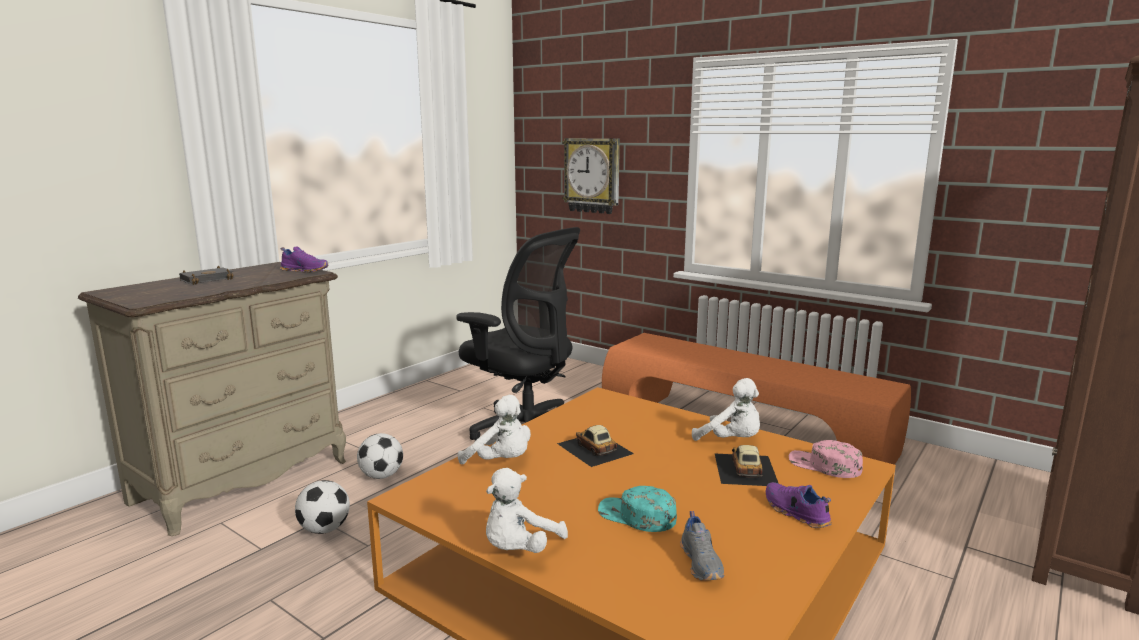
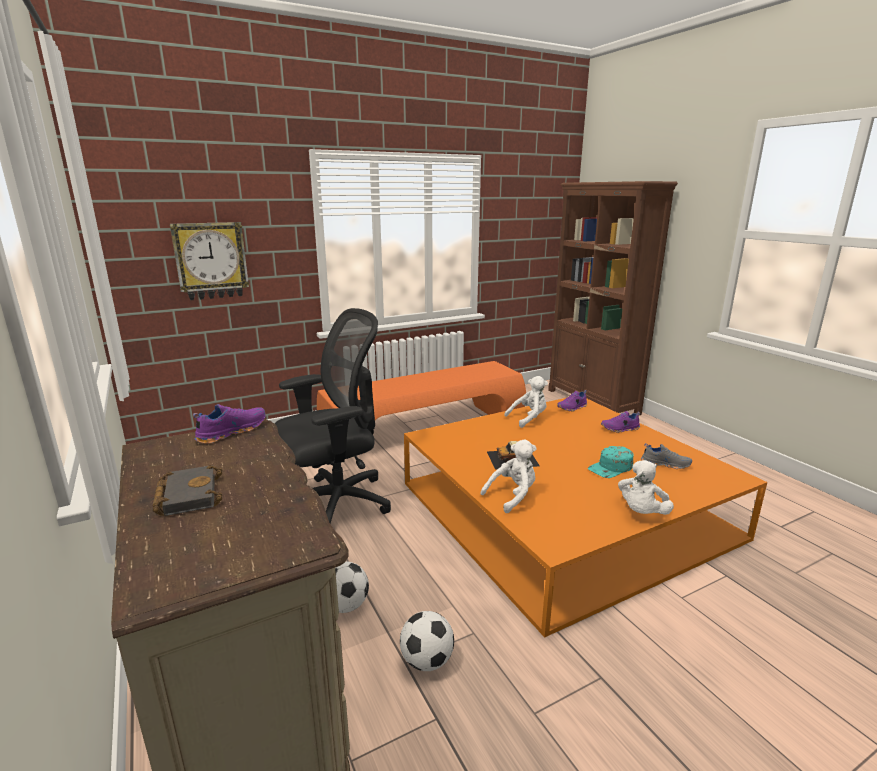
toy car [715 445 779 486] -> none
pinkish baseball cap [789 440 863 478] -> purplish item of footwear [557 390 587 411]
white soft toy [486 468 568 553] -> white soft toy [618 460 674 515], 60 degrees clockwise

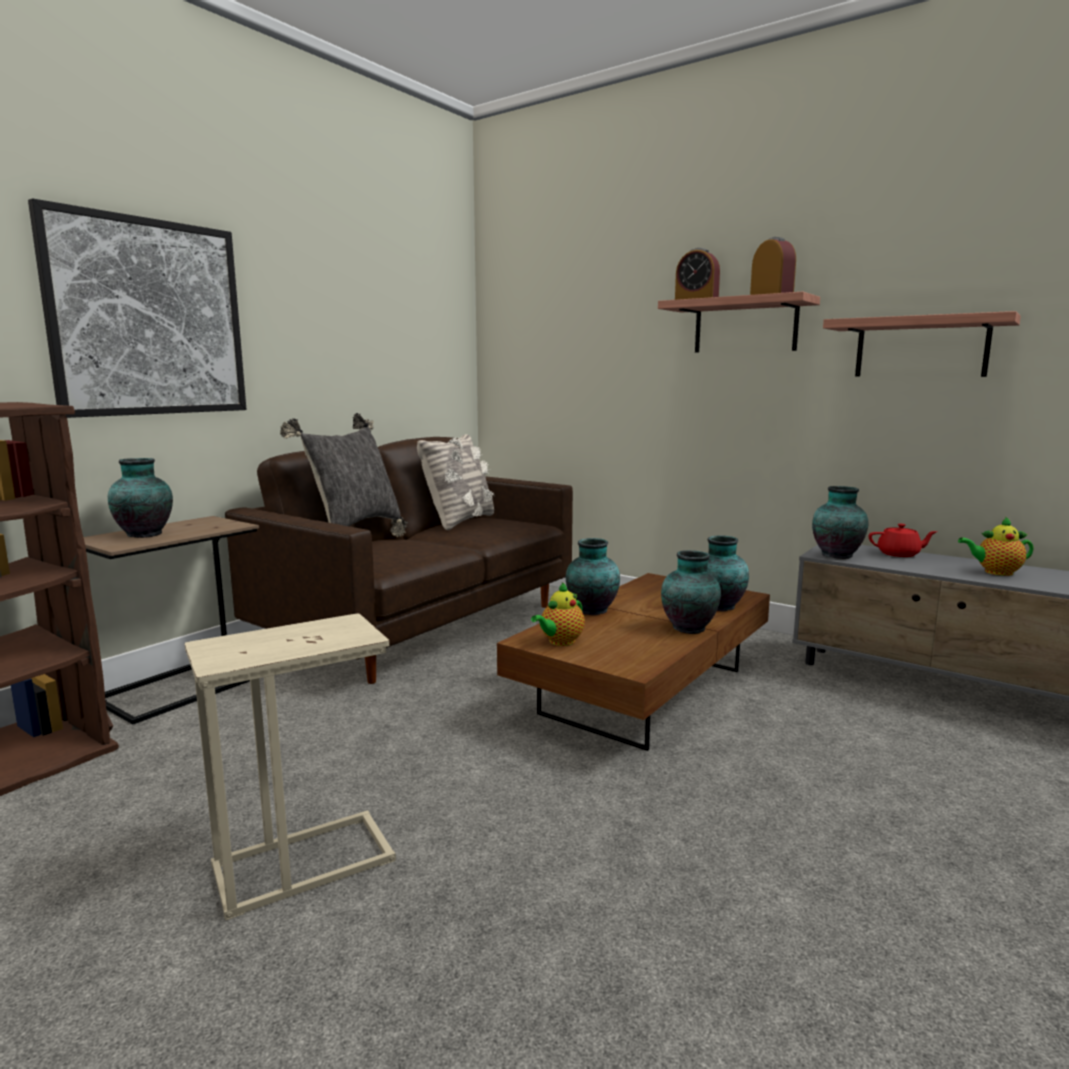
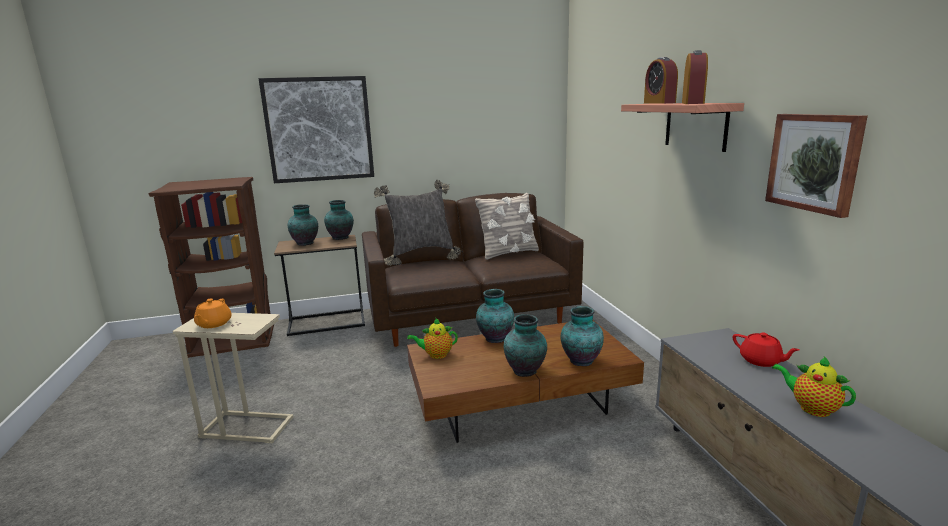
none -> orange-coloured tea pot [194 299 232 328]
vase [812 486 868 559] -> vase [324 200 354 240], moved
bracket shelf [823 311 1021 377] -> wall picture [765 114 868 218]

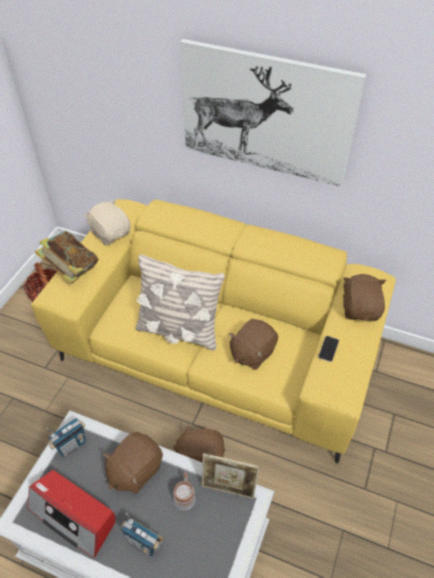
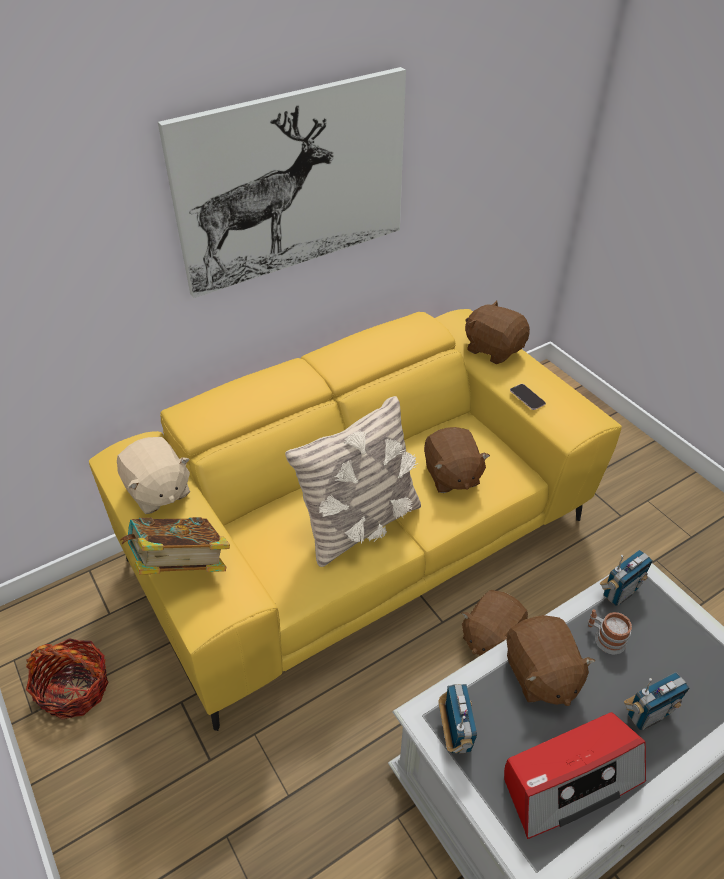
picture frame [202 453 260 499] -> radio set [600 550 653 606]
beige soft toy [84 199 131 245] -> beige soft toy [117 437 190 514], 120 degrees counterclockwise

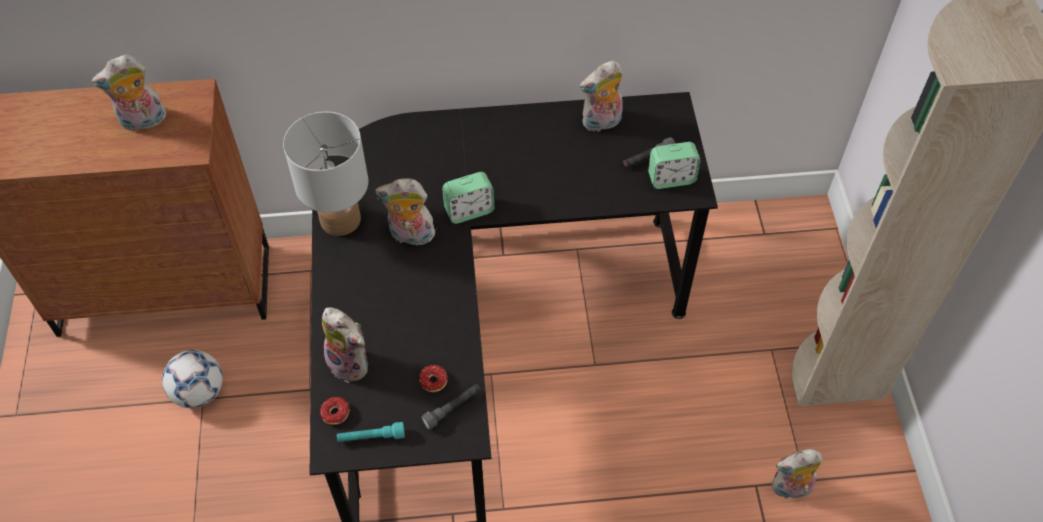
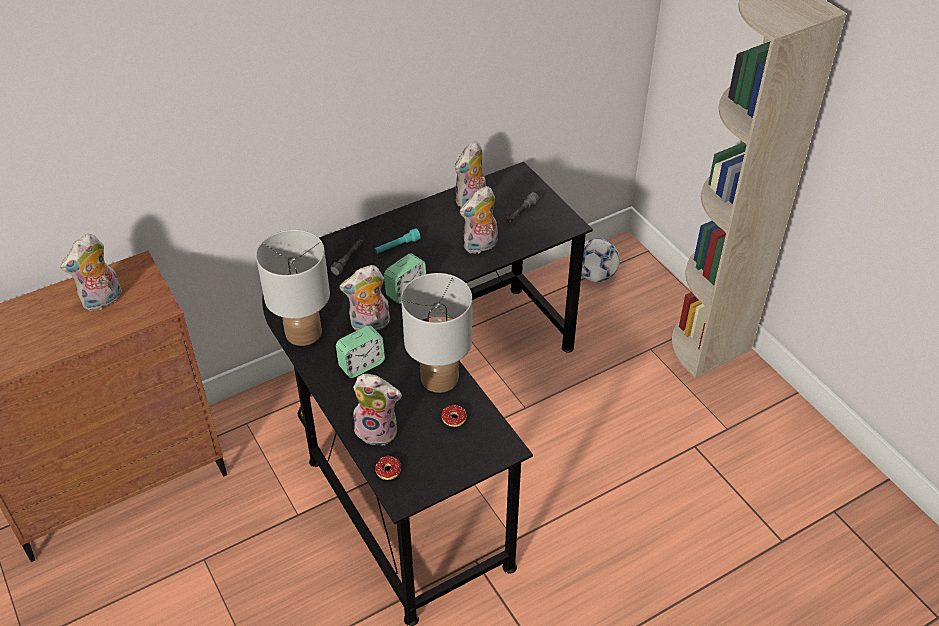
none -> greyish lamp for a table [401 273 472 393]
football ball [162 350 223 408] -> football ball [581 238 620 282], moved
turquoise-coloured flashlight [337 422 405 442] -> turquoise-coloured flashlight [374 228 421 254], moved
greyish flashlight [421 384 481 430] -> greyish flashlight [330 239 363 276], moved
bedside clock [648 142 701 189] -> bedside clock [336 325 385 378], moved
soft toy [772 449 823 499] -> soft toy [460 186 498 254], moved

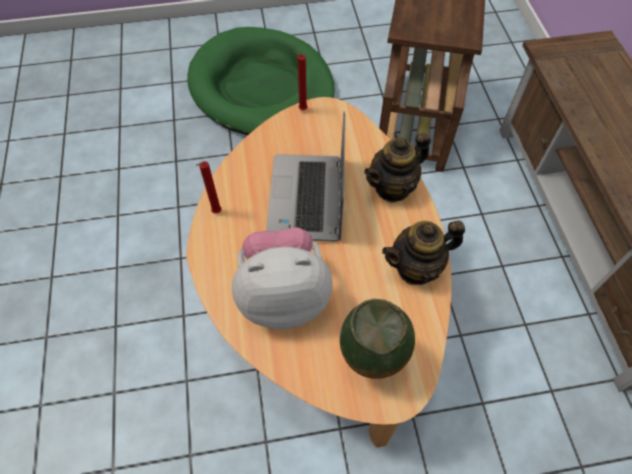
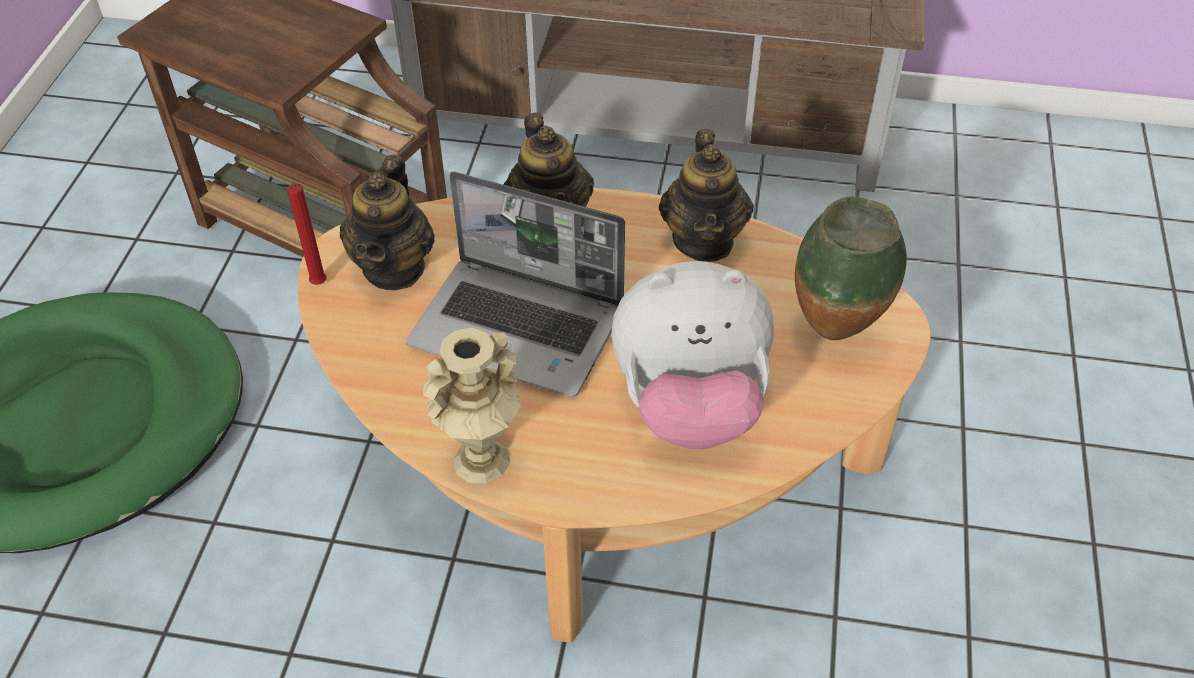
none -> tea pot [340 155 435 290]
red-coloured candle [196 161 222 214] -> beige vase [423 328 521 484]
soft toy [232 227 333 330] -> soft toy [611 261 774 449], 105 degrees counterclockwise

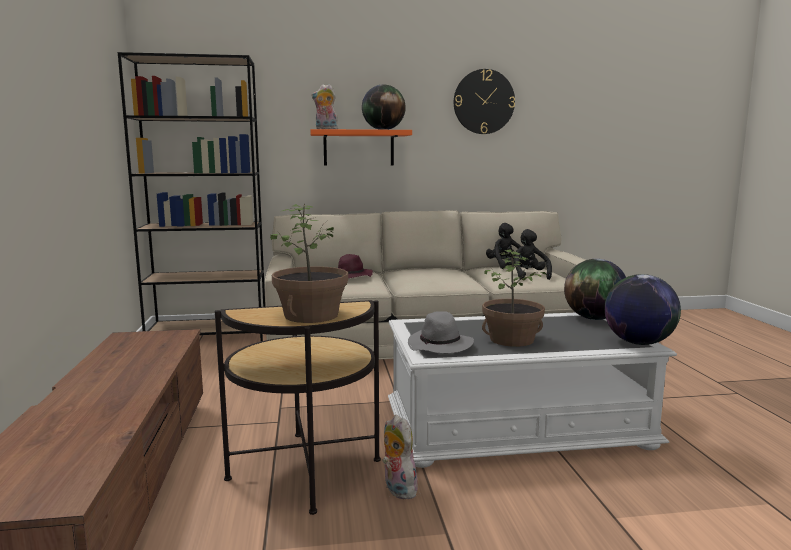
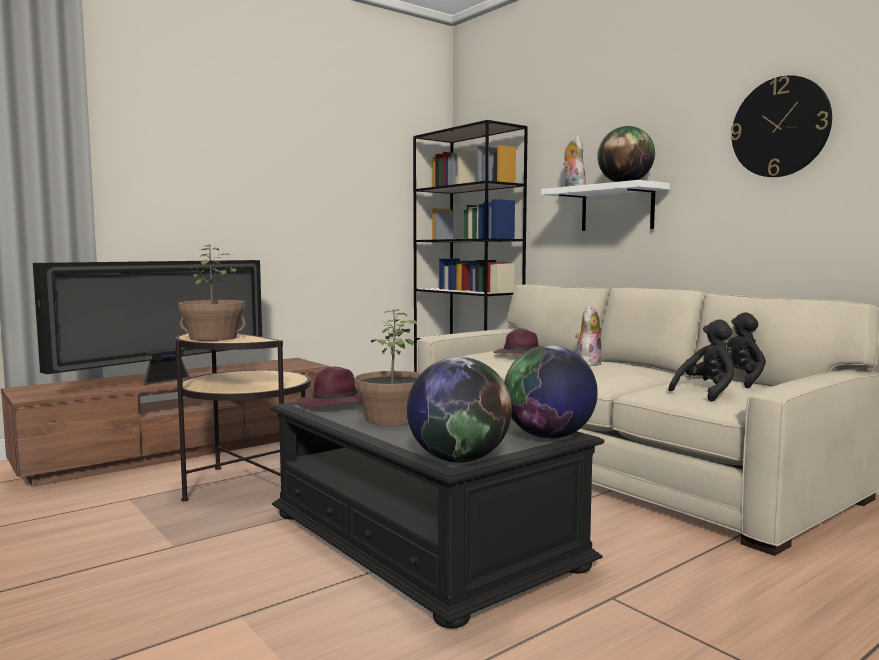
none -> TV [33 260 262 385]
soft toy [382 415 418 499] -> soft toy [575 305 602 366], moved
orange-coloured bracket shelf [310 129 412 166] -> white bracket shelf [541 180 670 231]
white lounge table [388 313 677 468] -> blackish lounge table [270 402 604 628]
greyish clothing hat [408 311 474 353] -> purplish clothing hat [298 367 362 407]

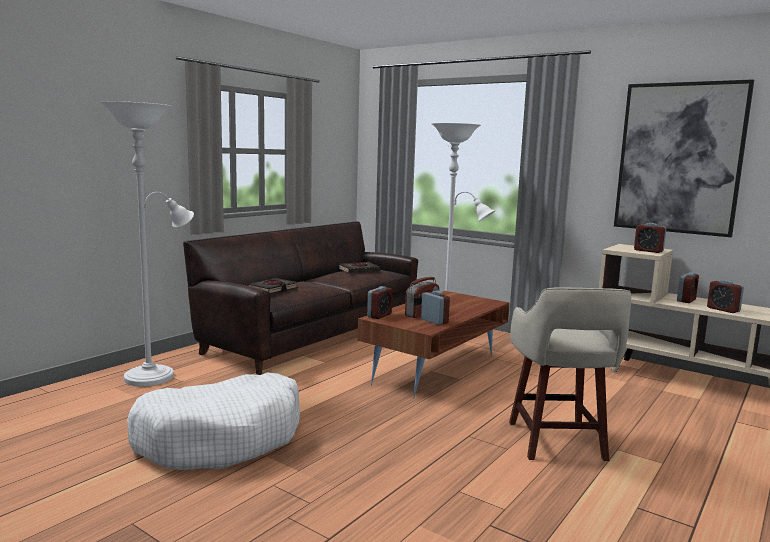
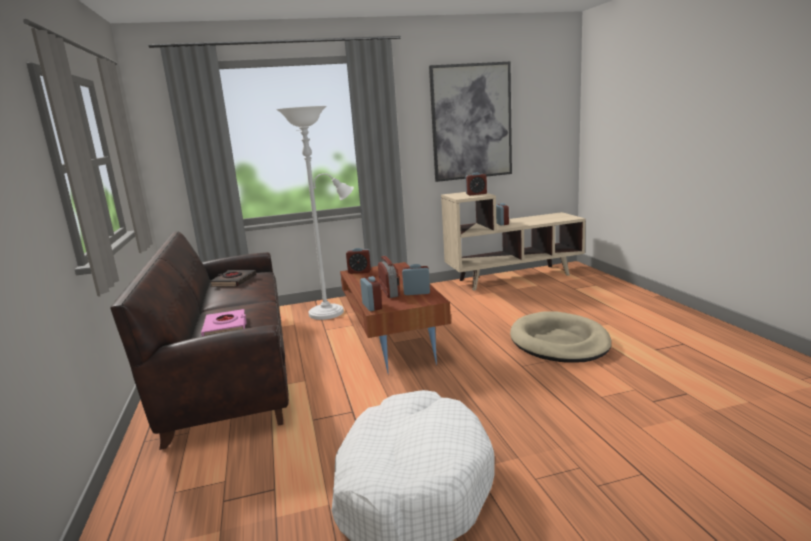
white standing lamp [101 101 194 387] -> none
bedside clock [707 280 744 313] -> bedside clock [346 248 371 274], moved
beige sitting stool [509 288 631 461] -> beige pet bed [510 311 612 363]
blackish bound book [247 278 298 294] -> pinkish bound book [201 309 247 336]

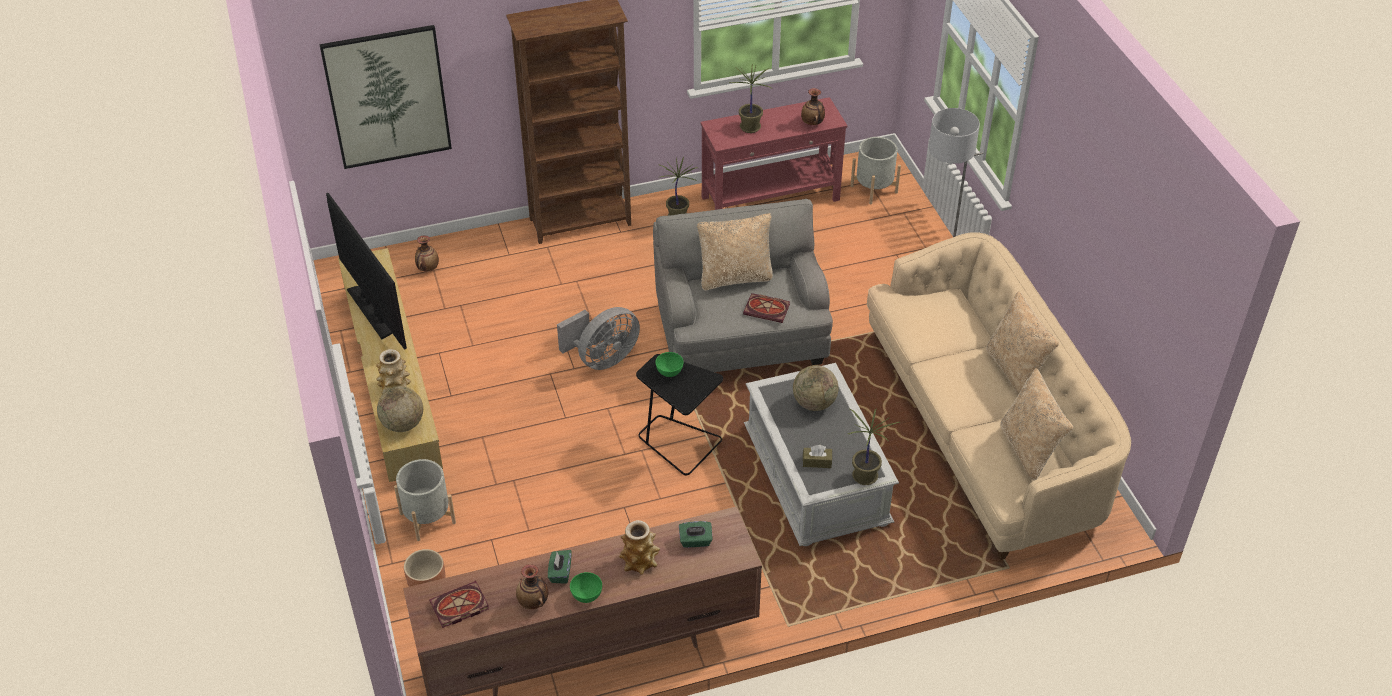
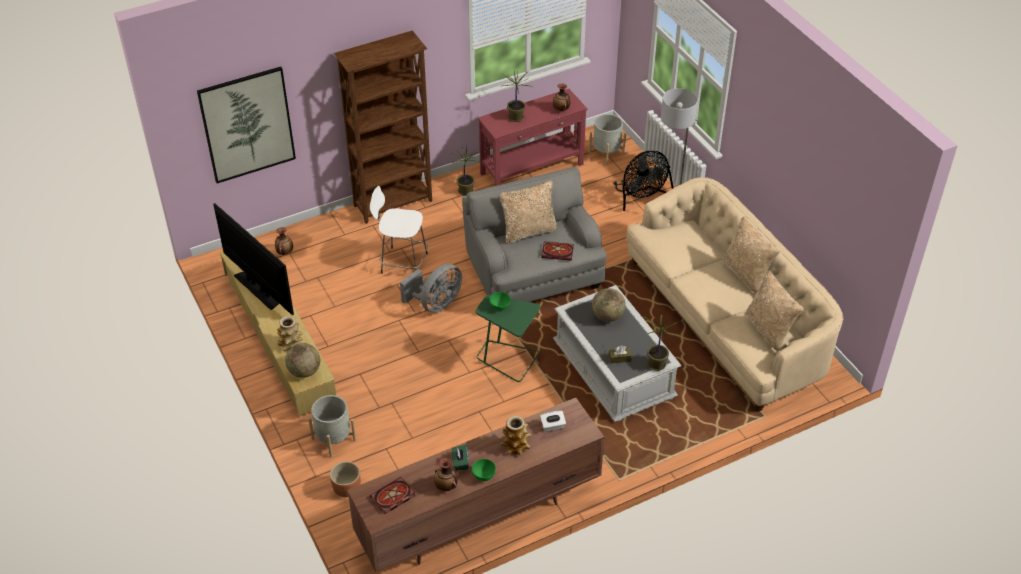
none -> white sitting stool [370 185 428 274]
none -> blackish cooling fan [614 150 674 211]
blackish accent table [636 354 723 475] -> green accent table [476 295 540 382]
green box of tissues [679 521 713 548] -> white box of tissues [540 411 566 432]

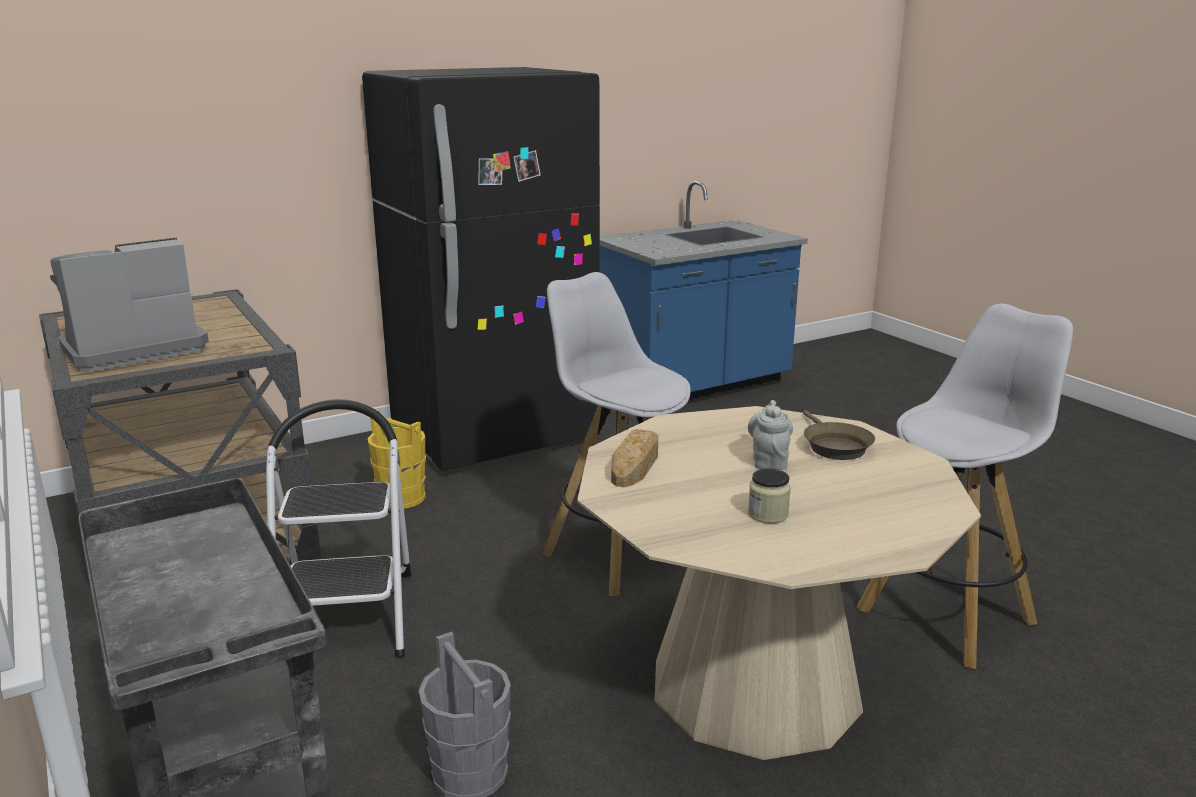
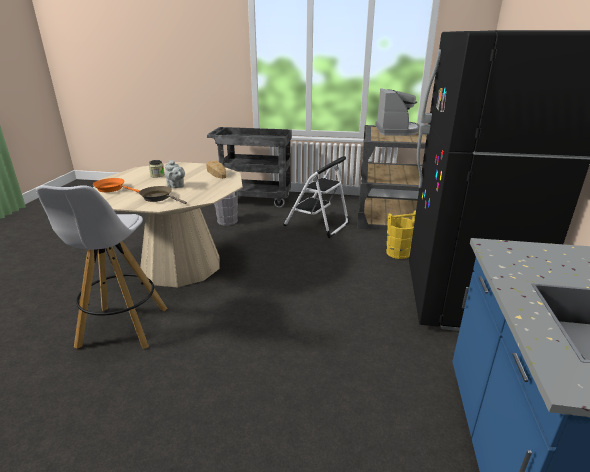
white sitting stool [543 272 691 596] -> none
none -> orange-coloured skillet [93 178 140 193]

